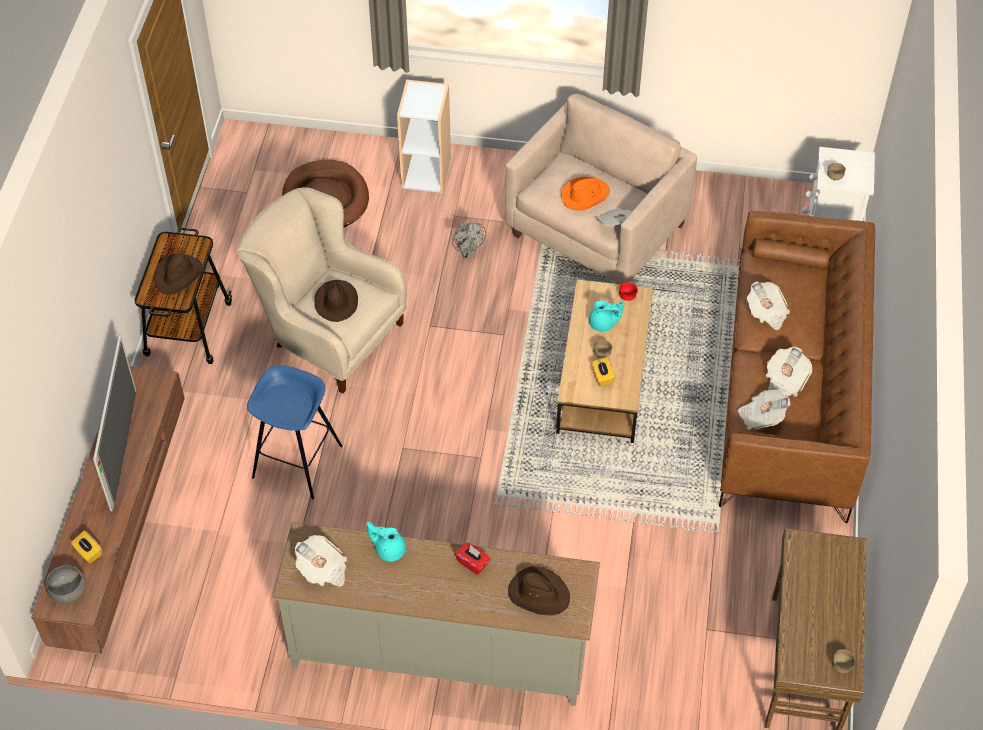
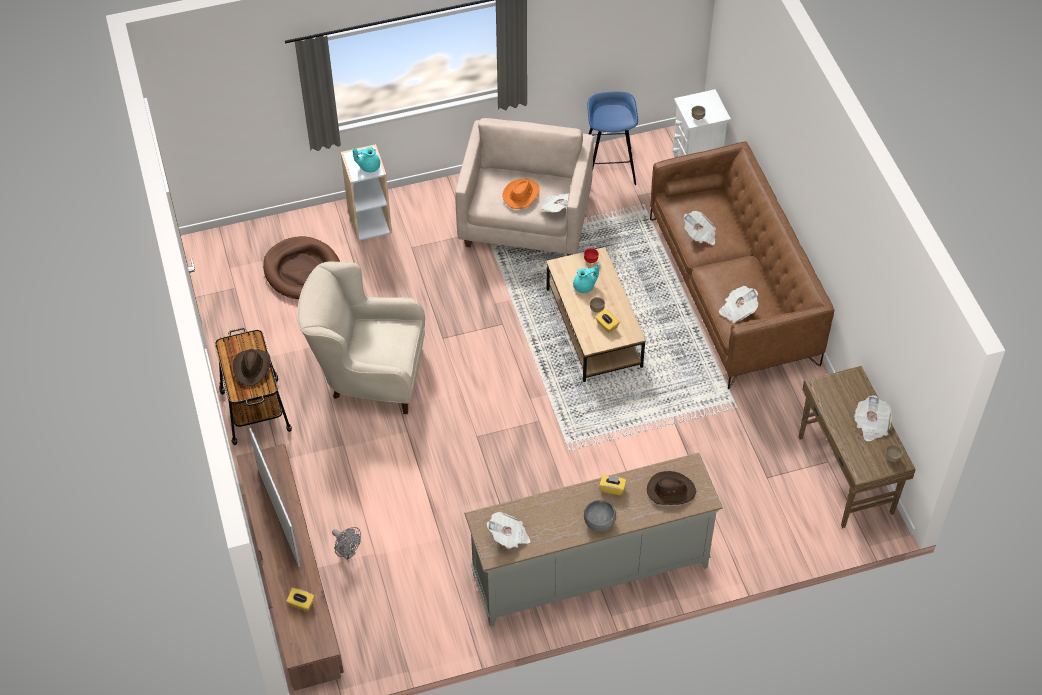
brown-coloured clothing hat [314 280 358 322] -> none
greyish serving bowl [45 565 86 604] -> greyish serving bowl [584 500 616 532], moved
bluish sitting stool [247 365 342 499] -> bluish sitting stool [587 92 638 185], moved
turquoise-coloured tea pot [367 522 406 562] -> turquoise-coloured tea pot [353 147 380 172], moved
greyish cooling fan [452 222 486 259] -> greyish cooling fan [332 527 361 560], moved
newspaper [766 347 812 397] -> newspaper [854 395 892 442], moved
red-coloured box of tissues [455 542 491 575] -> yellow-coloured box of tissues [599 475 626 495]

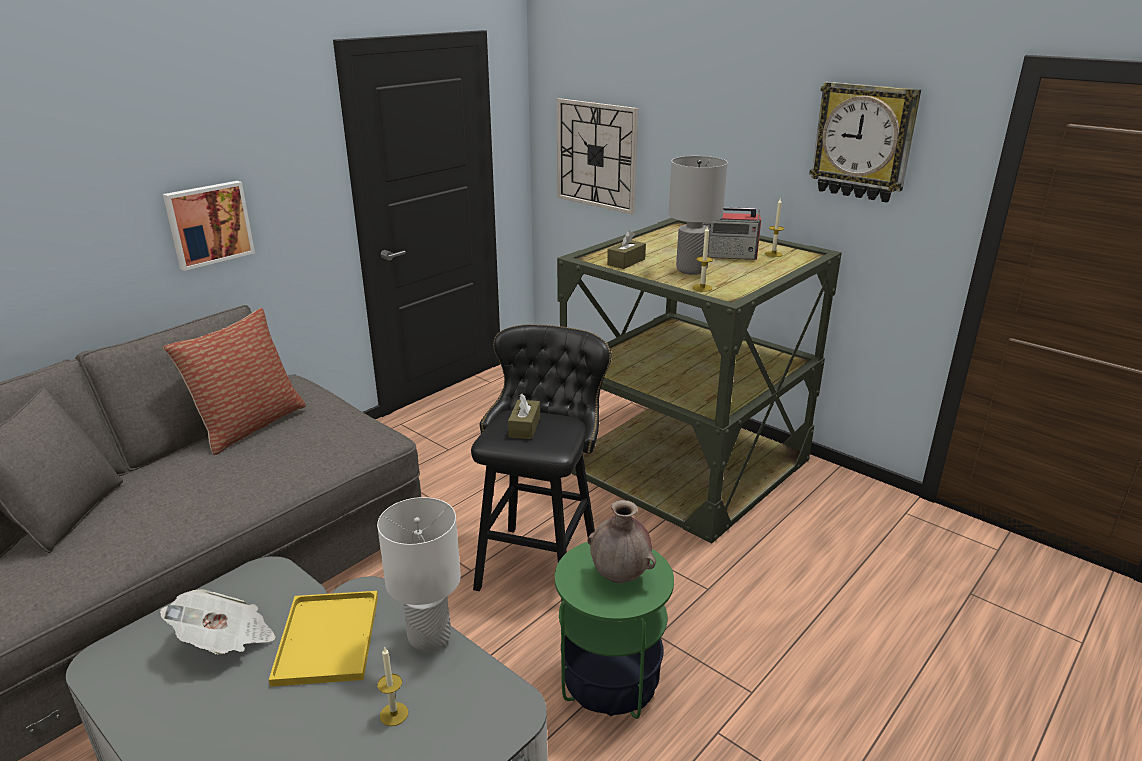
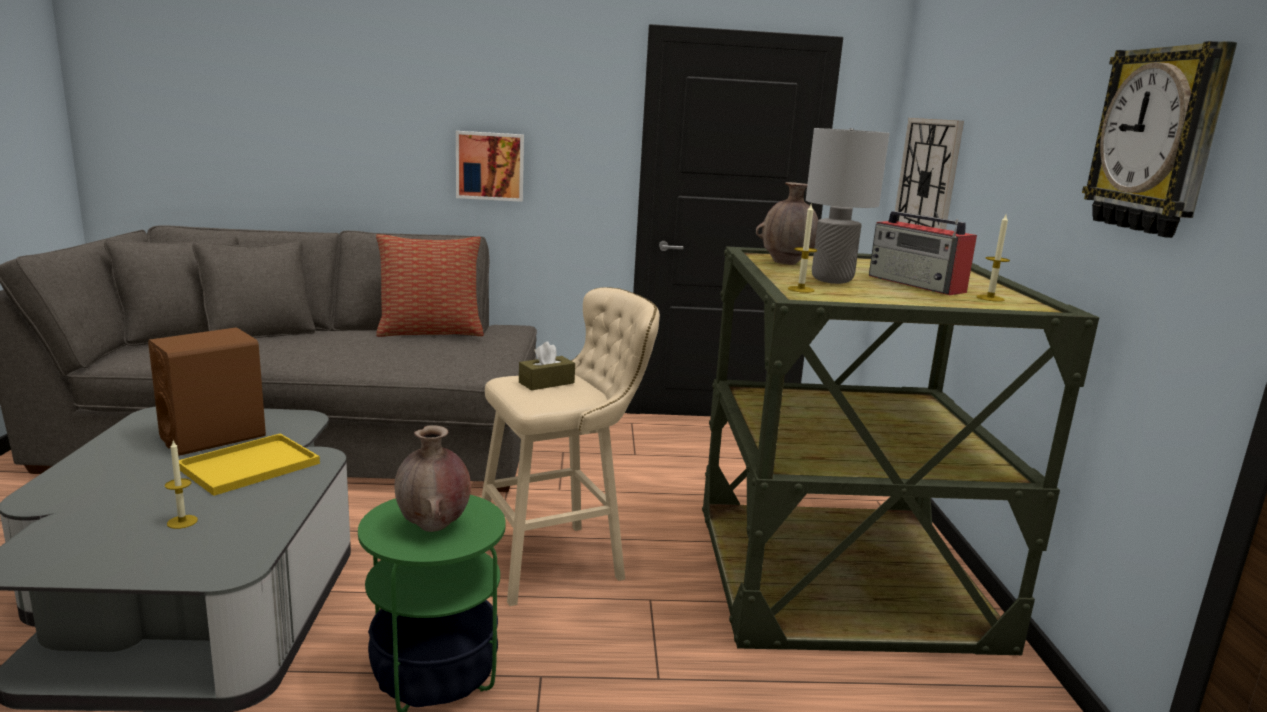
white lamp for a table [377 497 461 652] -> none
newspaper [160 589 276 655] -> brown-coloured loudspeaker [148 327 266 456]
brown-coloured box of tissues [607 230 646 269] -> brown-coloured vase [756 182 818 265]
blackish sitting stool [471 324 612 601] -> beige sitting stool [481 287 660 606]

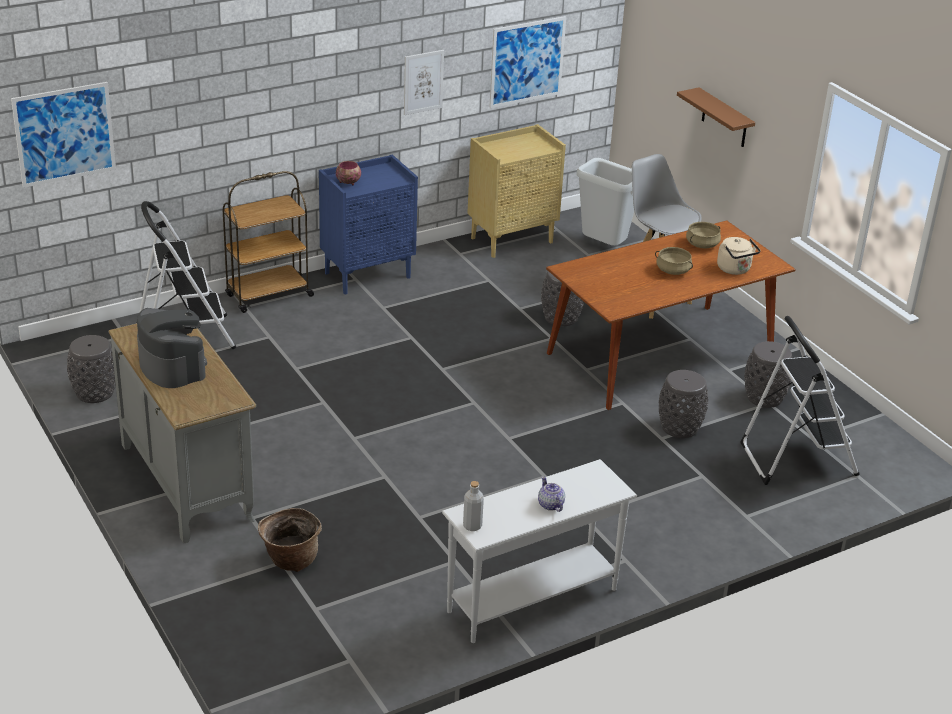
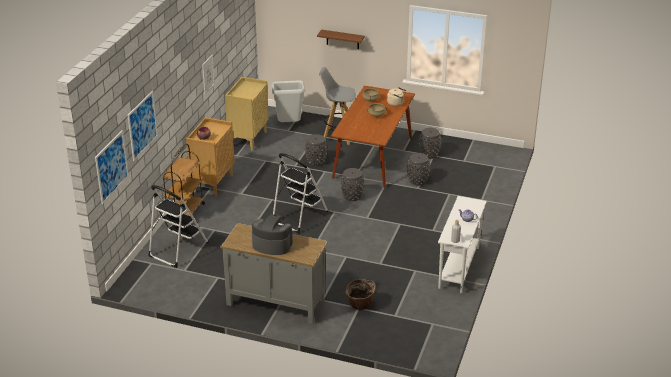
greyish sitting stool [67 335 116 403] -> greyish sitting stool [341 168 364 201], moved
wall picture [489 16 566 108] -> wall picture [127 91 158 161], moved
stepladder [740 316 859 485] -> stepladder [273 153 328 234], moved
bluish cupboard [319 154 418 294] -> brown-coloured cupboard [186 117 235 196]

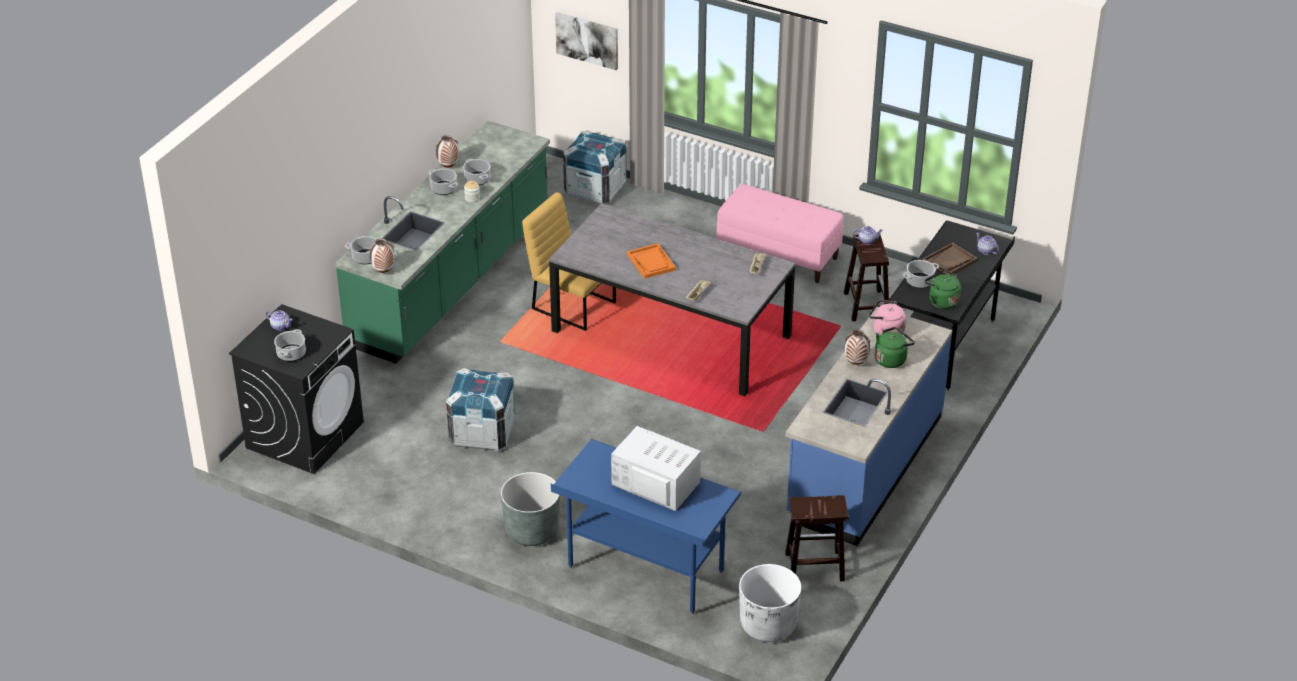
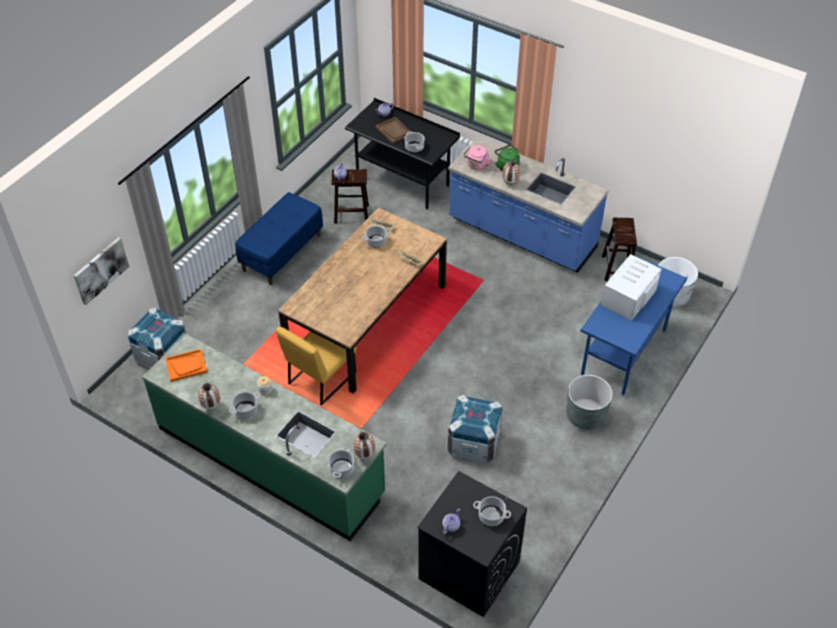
green water kettle [925 270 961 309] -> none
stockpot [463 159 491 185] -> stockpot [362 226 391 248], moved
orange-coloured tray [627 243 676 279] -> orange-coloured tray [165 349 208 382], moved
greyish dining table [549 203 796 396] -> brown-coloured dining table [278 207 447 394]
pinkish indoor bench [717 184 844 283] -> bluish indoor bench [235 192 323 285]

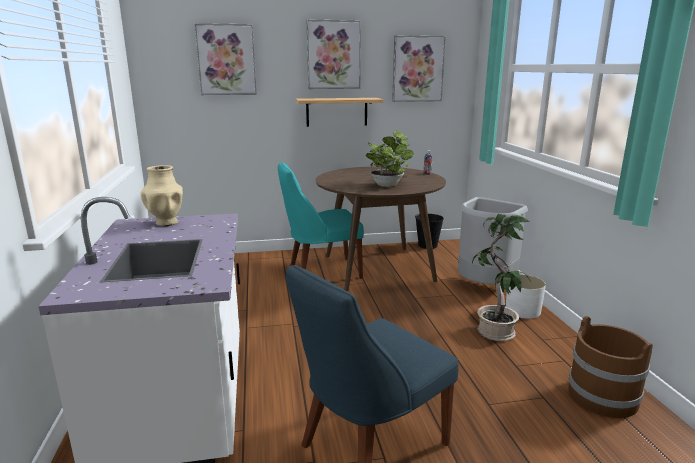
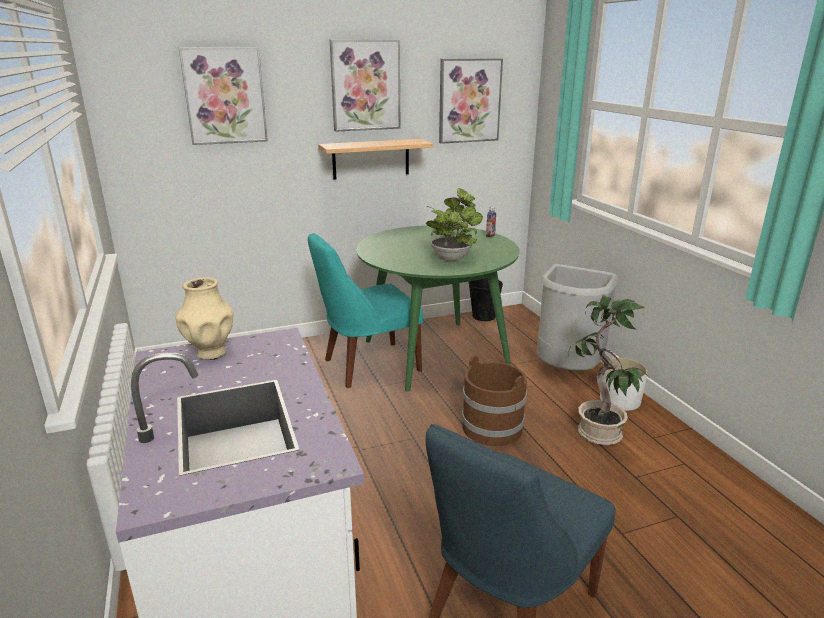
brown-coloured bucket [568 316 653 418] -> brown-coloured bucket [462 355 527 446], moved
brown-coloured dining table [315 167 446 291] -> green dining table [356 225 520 392]

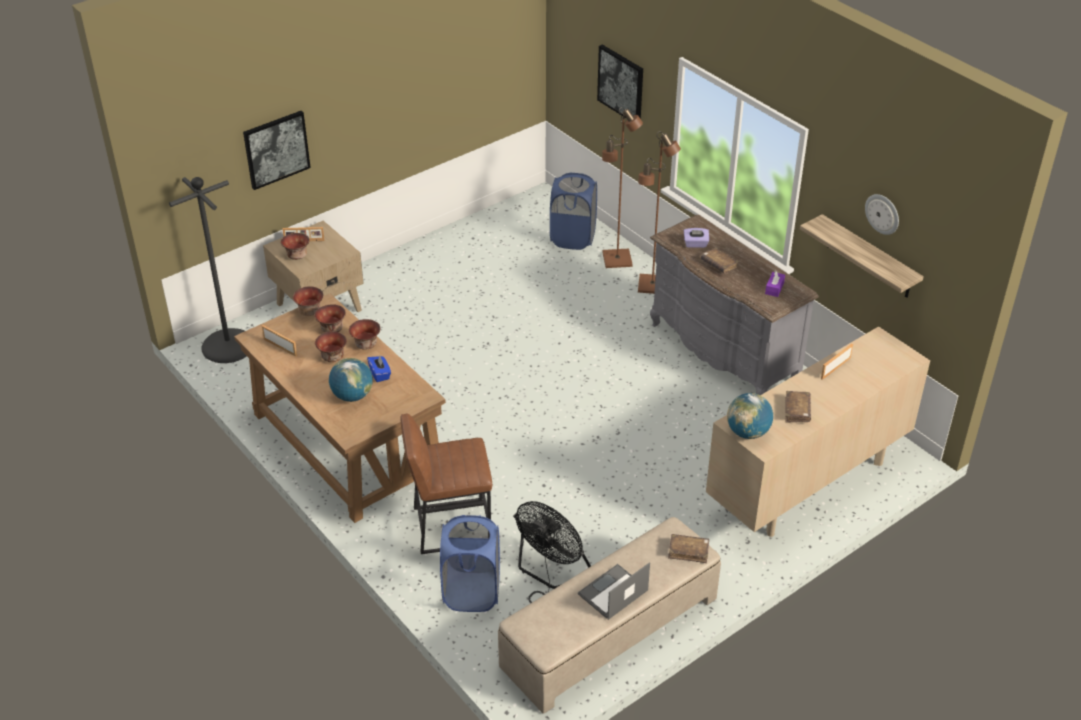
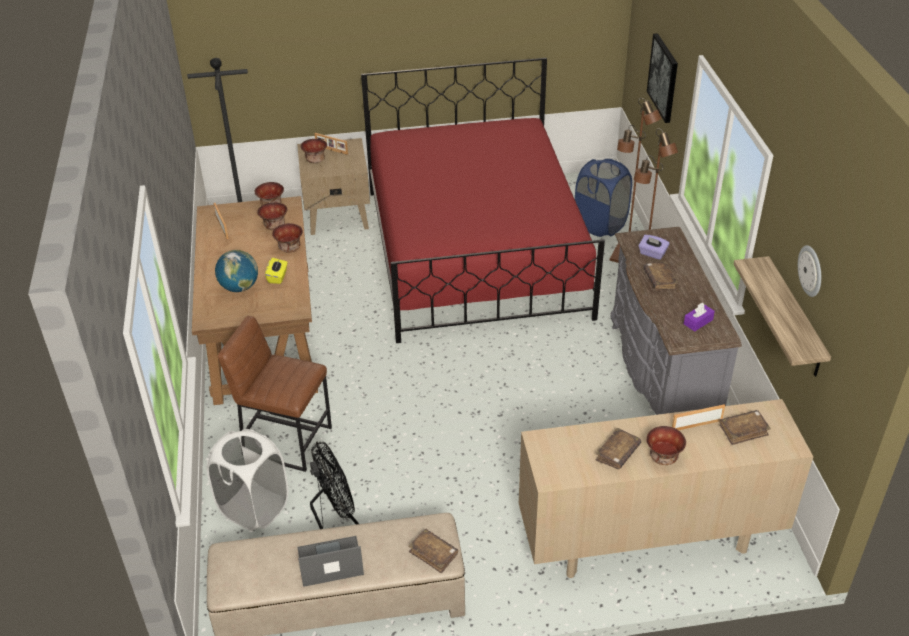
wall picture [243 111 311 190] -> none
globe [727 393 773 439] -> none
none -> red-coloured bed [361 58 605 343]
none -> brown-coloured bound book [720 410 771 445]
serving bowl [315 331 347 362] -> serving bowl [646 426 686 465], moved
bluish box of tissues [367 356 391 382] -> yellow-coloured box of tissues [265 258 288 284]
bluish hamper [440 515 500 612] -> white hamper [207 429 288 531]

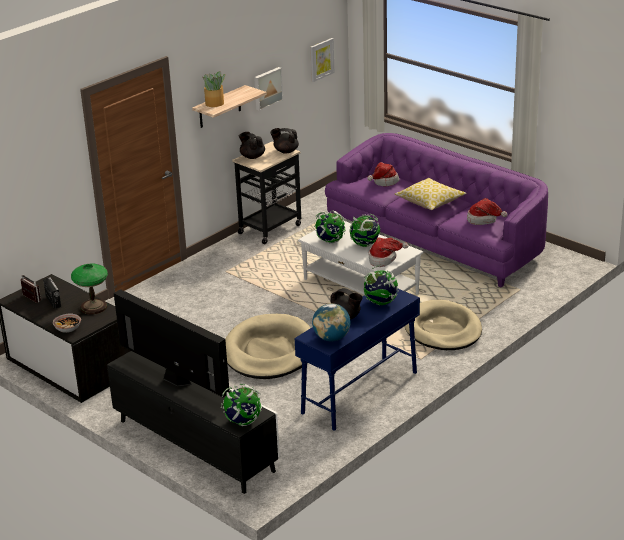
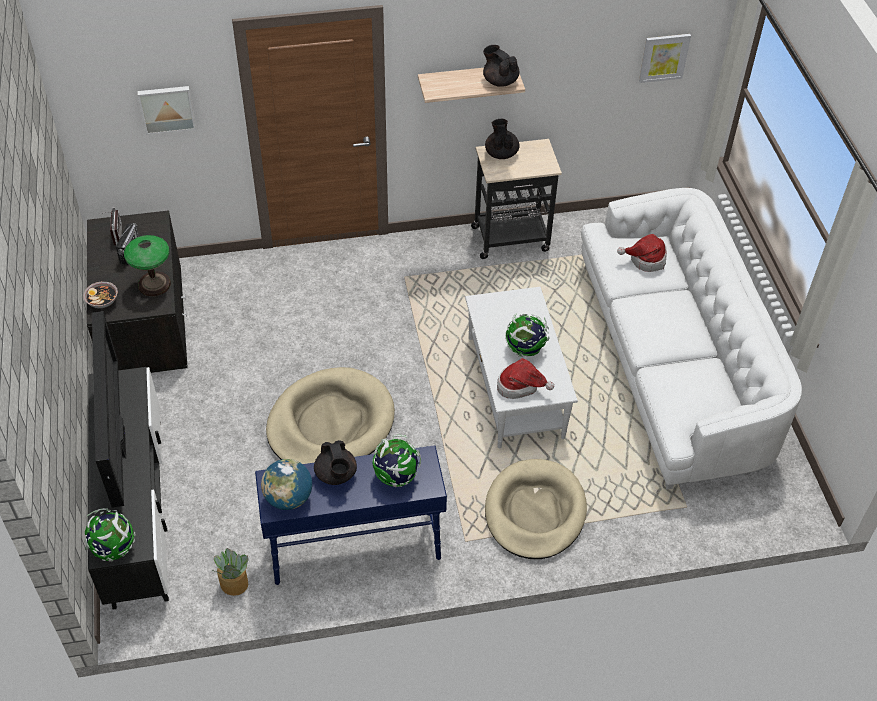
globe [314 211 346 243] -> none
pillow [395 178 467 210] -> none
clothing hat [467 198 507 225] -> none
potted plant [203 71 226 107] -> potted plant [214 548 249 596], moved
wall picture [254 67 283 111] -> wall picture [137 86 196 135], moved
blackish tea pot [270 128 299 154] -> blackish tea pot [483 45 519 87], moved
purplish settee [325 133 548 288] -> white settee [581 188 802 490]

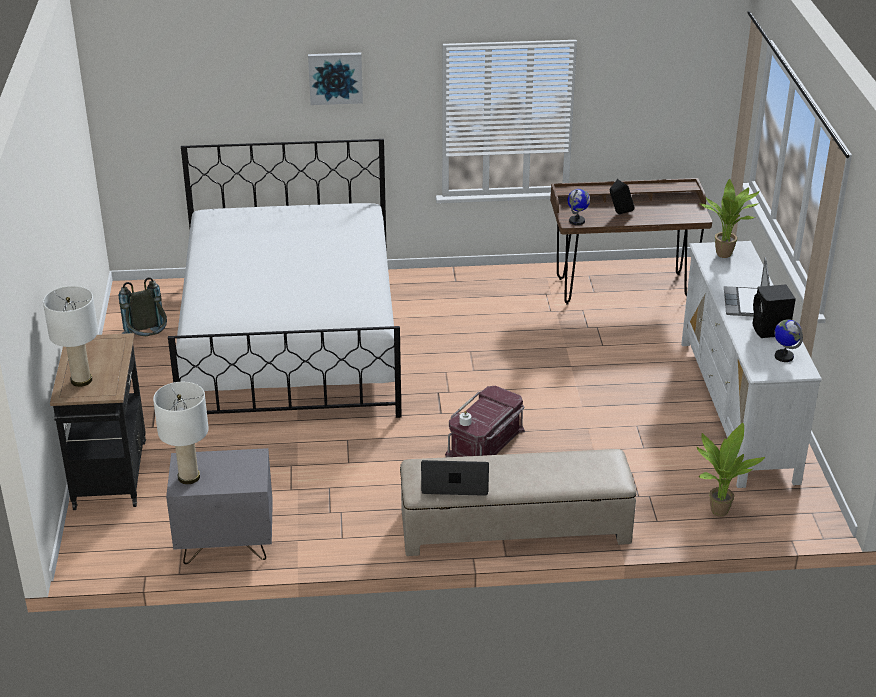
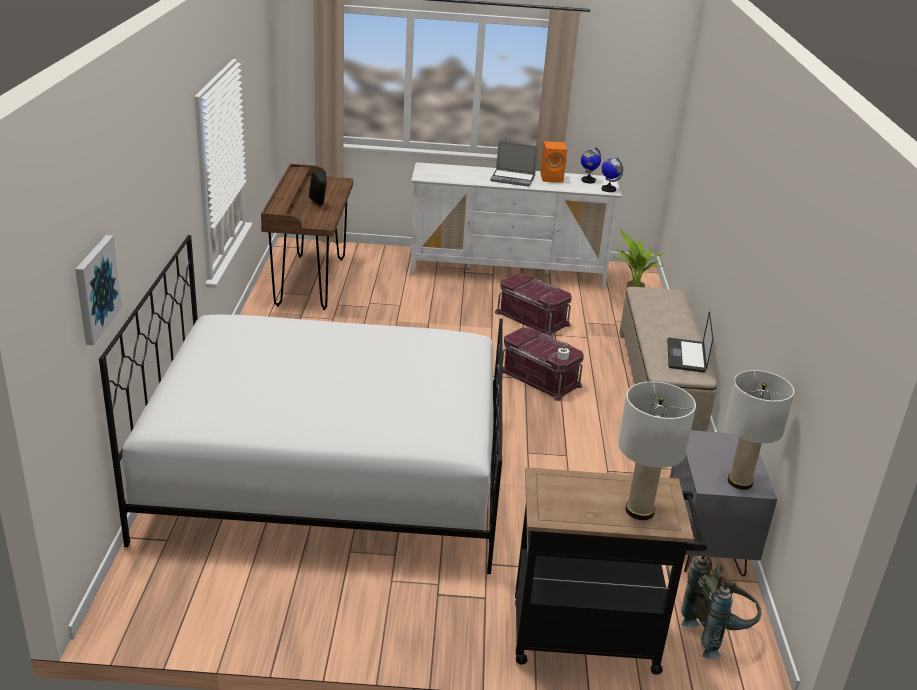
potted plant [699 179 760 258] -> none
none -> red-coloured storage box [495 274 572 336]
greyish backpack [119 277 167 336] -> greyish backpack [681 554 761 659], moved
wall picture [308 53 363 105] -> wall picture [75 235 122 345], moved
globe [568 189 590 225] -> globe [602 157 623 192], moved
blackish loudspeaker [752 284 796 338] -> orange-coloured loudspeaker [540 141 567 183]

